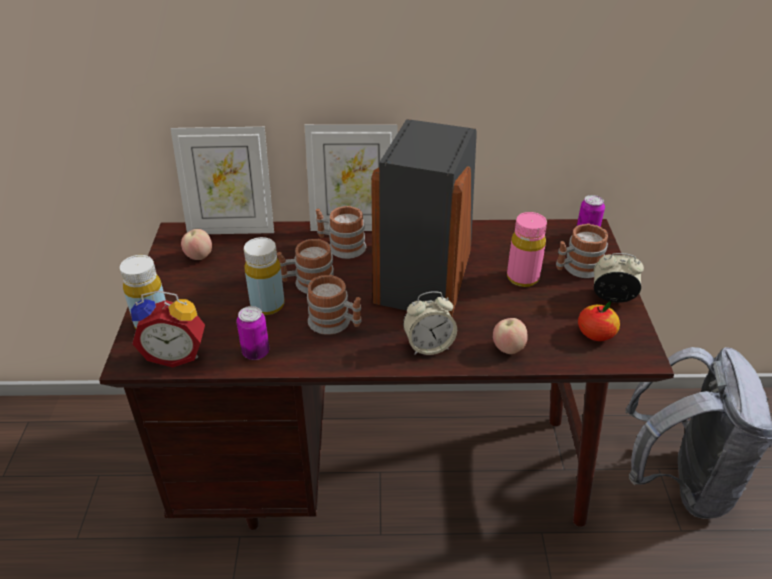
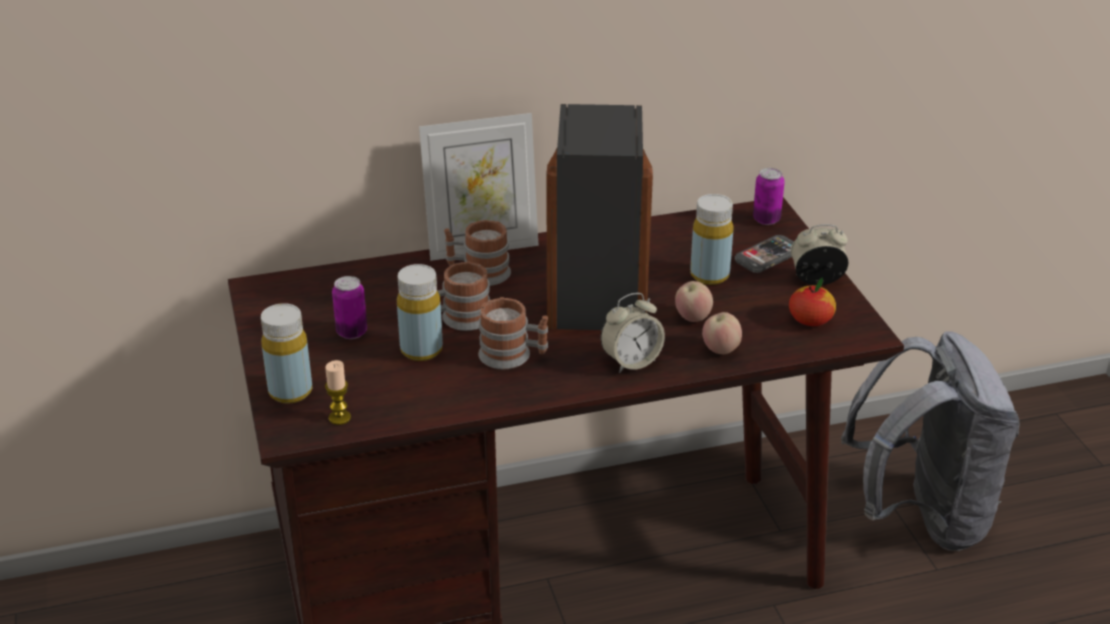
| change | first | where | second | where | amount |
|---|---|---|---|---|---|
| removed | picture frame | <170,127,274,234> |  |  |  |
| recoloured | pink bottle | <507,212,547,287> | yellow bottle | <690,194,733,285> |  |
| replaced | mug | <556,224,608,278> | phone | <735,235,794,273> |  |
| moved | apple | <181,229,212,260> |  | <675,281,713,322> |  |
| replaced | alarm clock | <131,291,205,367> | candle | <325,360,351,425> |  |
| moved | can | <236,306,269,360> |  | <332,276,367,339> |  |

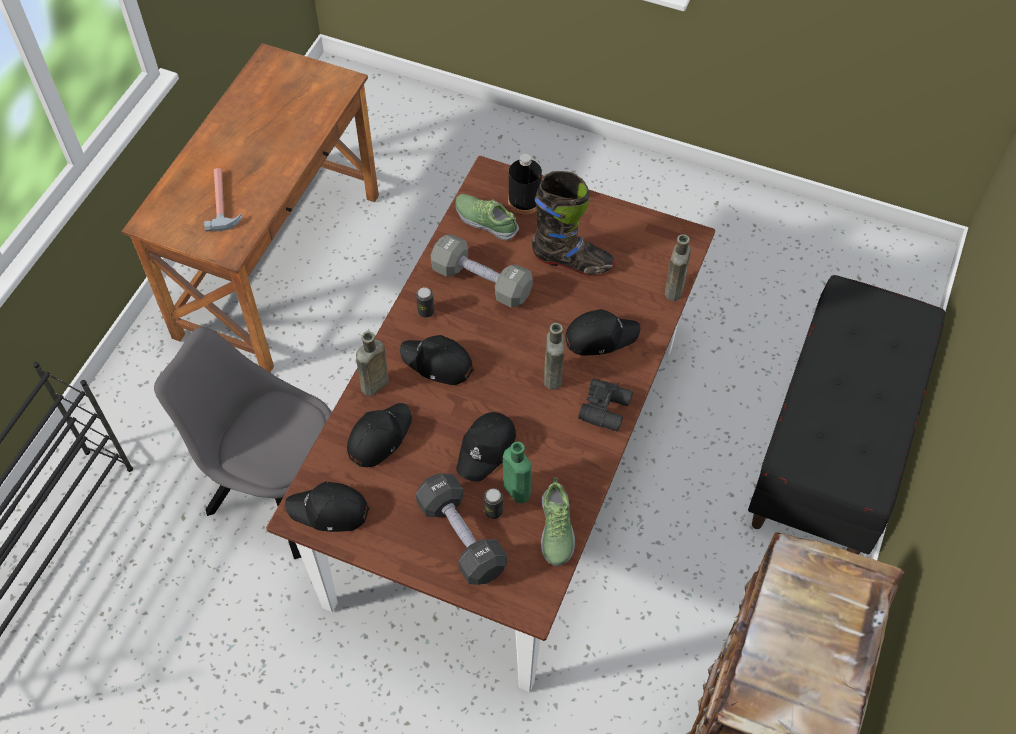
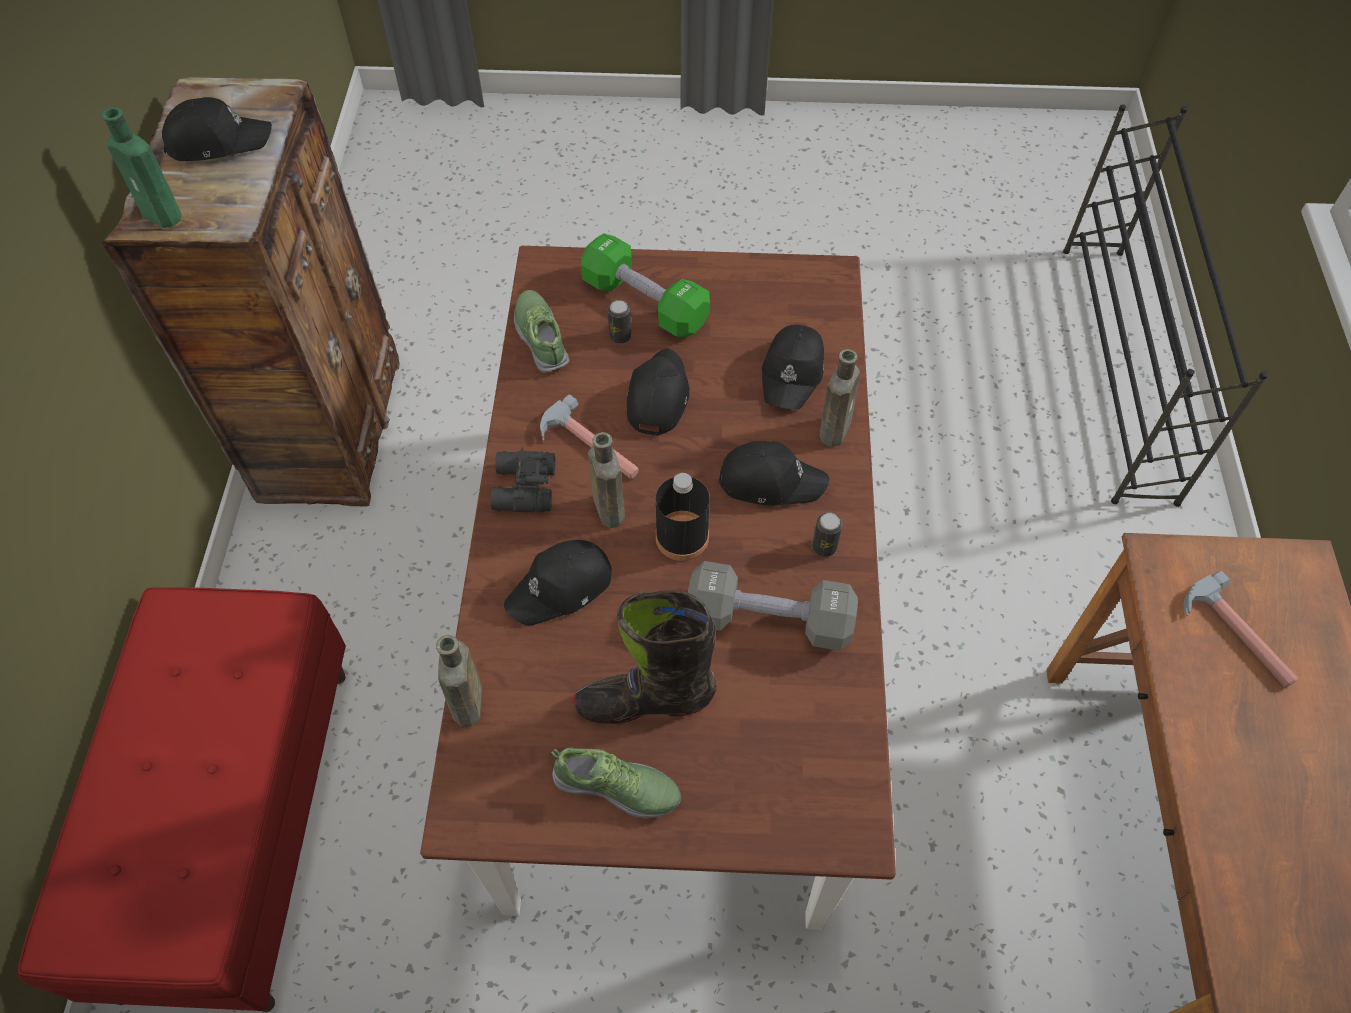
| change | first | where | second | where | amount |
|---|---|---|---|---|---|
| moved | black bottle | <508,154,542,215> |  | <656,473,709,561> |  |
| moved | shoe | <456,194,519,241> |  | <551,748,681,818> |  |
| recoloured | black bench | <748,275,945,555> | red bench | <17,587,346,1012> |  |
| removed | grey chair | <154,327,332,559> |  |  |  |
| moved | green bottle | <503,442,531,503> |  | <102,107,182,228> |  |
| recoloured | black dumbbell | <416,474,507,585> | green dumbbell | <581,233,710,338> |  |
| moved | black cap | <285,481,369,532> |  | <162,97,272,161> |  |
| added |  |  | hammer | <540,394,638,479> |  |

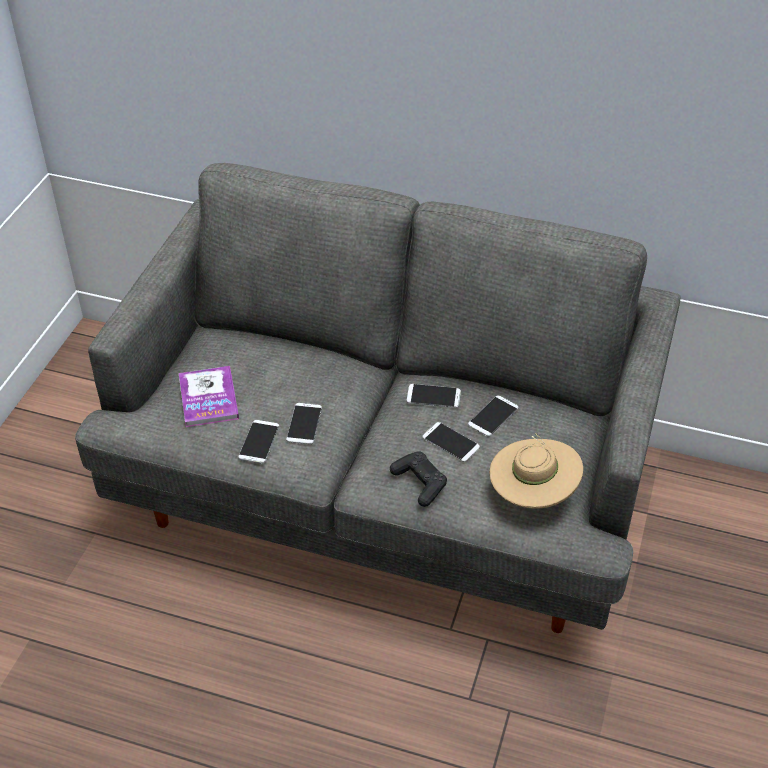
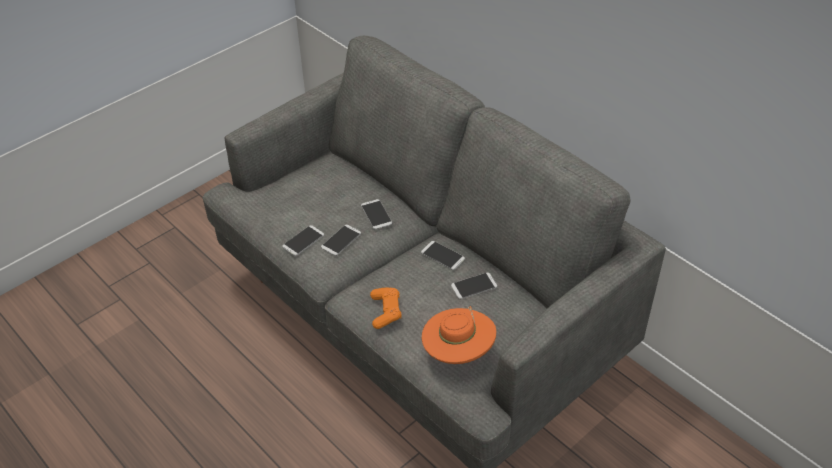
| change | first | where | second | where | amount |
|---|---|---|---|---|---|
| removed | book | <179,366,239,427> |  |  |  |
| moved | phone | <422,422,480,462> |  | <361,199,392,229> |  |
| recoloured | beige hat | <489,433,583,509> | orange hat | <422,306,496,364> |  |
| recoloured | black game controller | <390,451,447,507> | orange game controller | <370,287,401,329> |  |

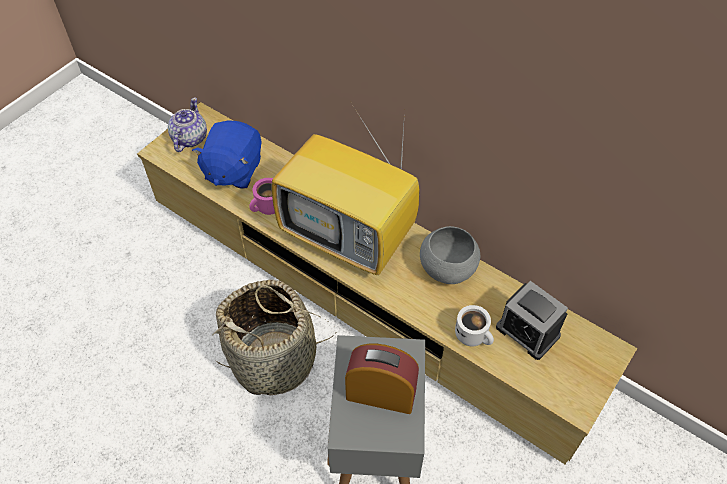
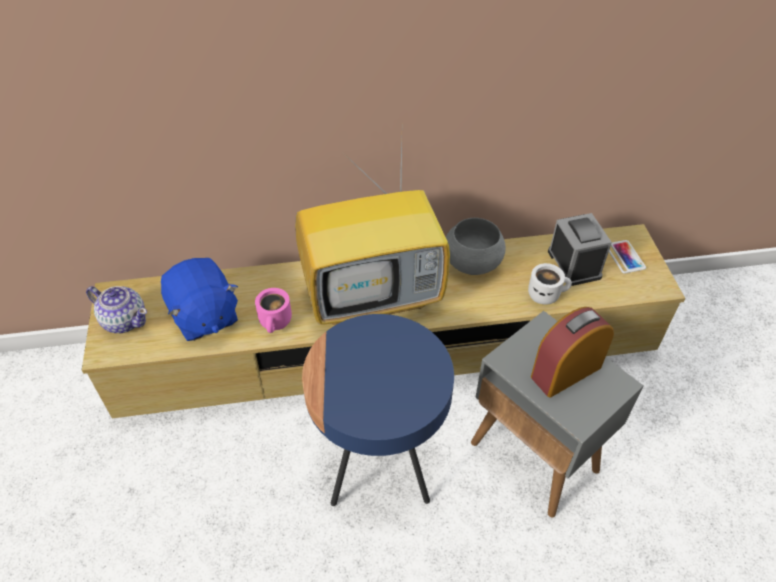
| change | first | where | second | where | amount |
|---|---|---|---|---|---|
| turned | teapot | <168,97,207,152> |  | <86,286,147,333> | 150 degrees clockwise |
| replaced | basket | <211,279,337,395> | blue side table | <302,314,454,506> |  |
| turned | alarm clock | <496,281,568,360> |  | <548,213,612,286> | 105 degrees counterclockwise |
| added |  |  | phone | <609,240,646,274> |  |

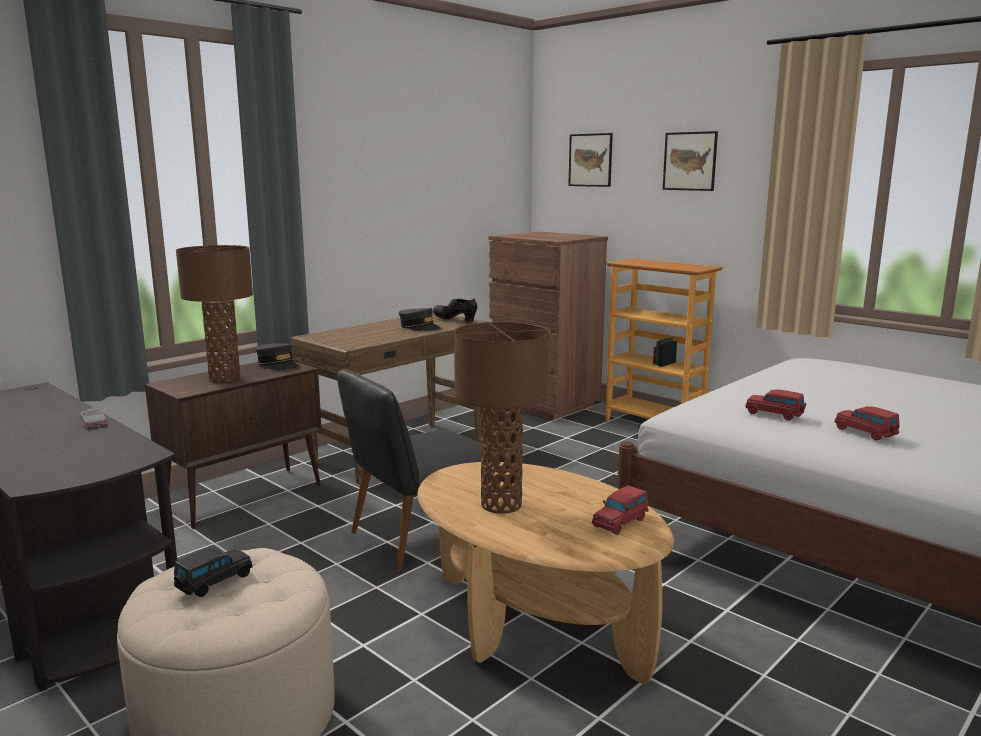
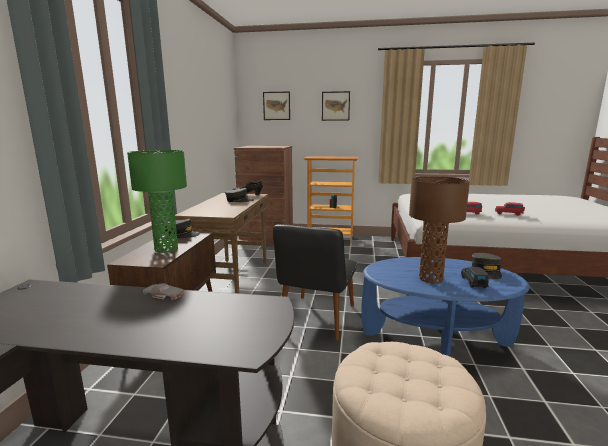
| change | first | where | second | where | amount |
|---|---|---|---|---|---|
| recoloured | brown table lamp | <176,245,253,383> | green table lamp | <127,150,187,253> |  |
| recoloured | brown coffee table | <418,462,674,684> | blue coffee table | <361,257,530,356> |  |
| replaced | red toy car | <592,486,649,535> | grey cap | <471,253,502,279> |  |
| moved | black toy car | <174,547,252,597> |  | <461,267,489,288> |  |

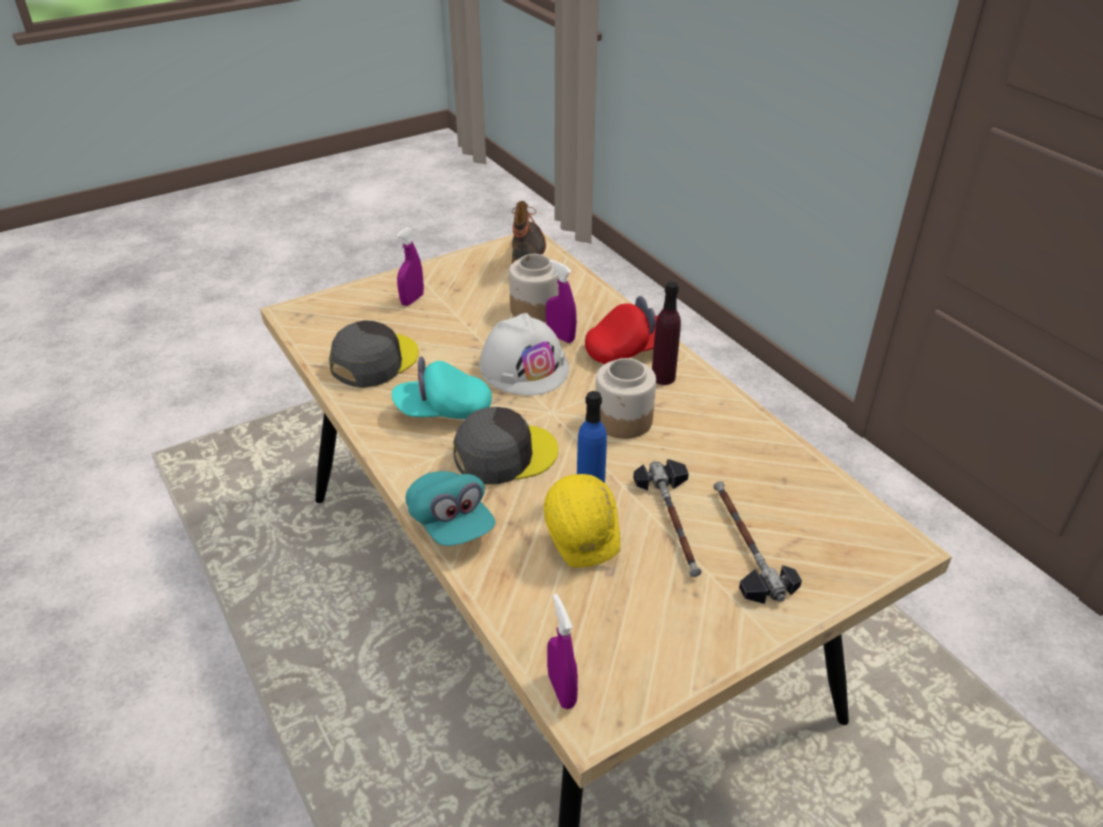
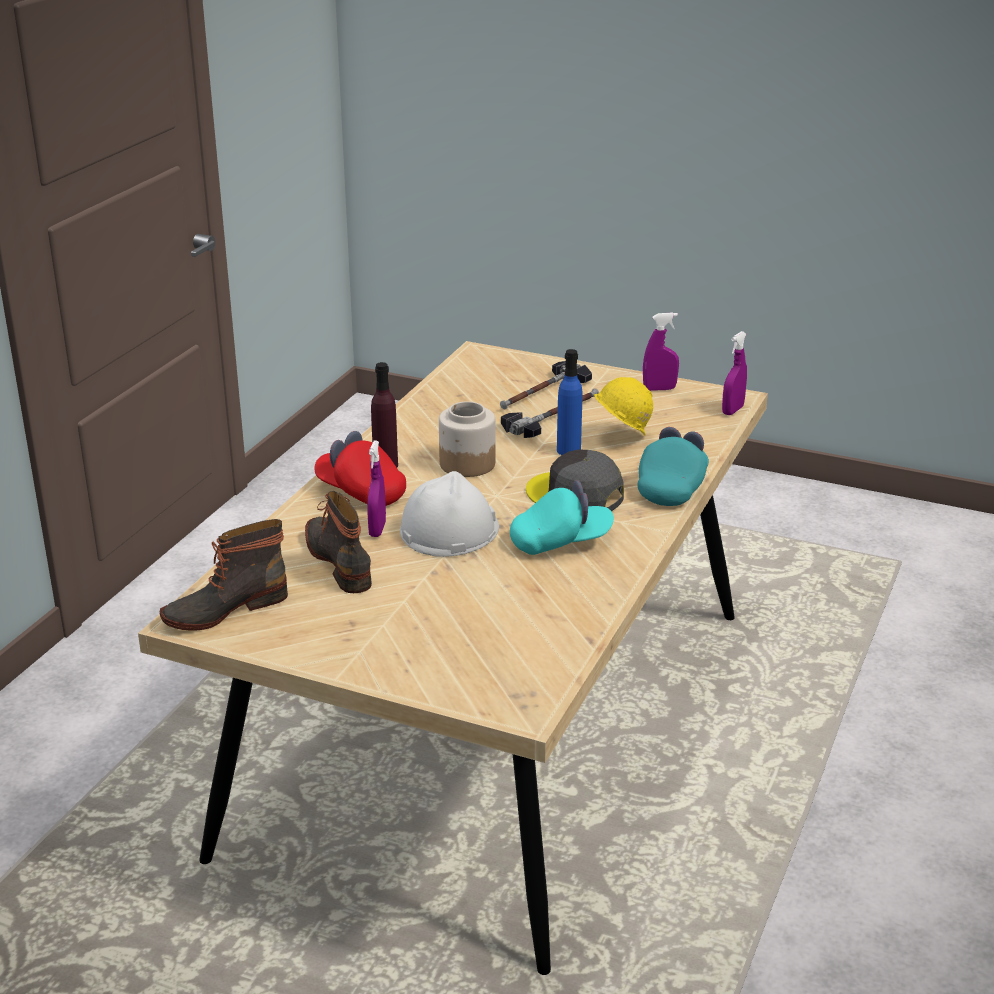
| change | first | where | second | where | amount |
|---|---|---|---|---|---|
| moved | purple spray bottle | <395,227,424,306> |  | <643,312,679,391> |  |
| replaced | jar | <509,254,559,322> | boot | <305,491,372,593> |  |
| removed | grey cap | <329,320,419,388> |  |  |  |
| turned | turquoise cap | <392,357,492,419> |  | <510,480,614,555> | 60 degrees counterclockwise |

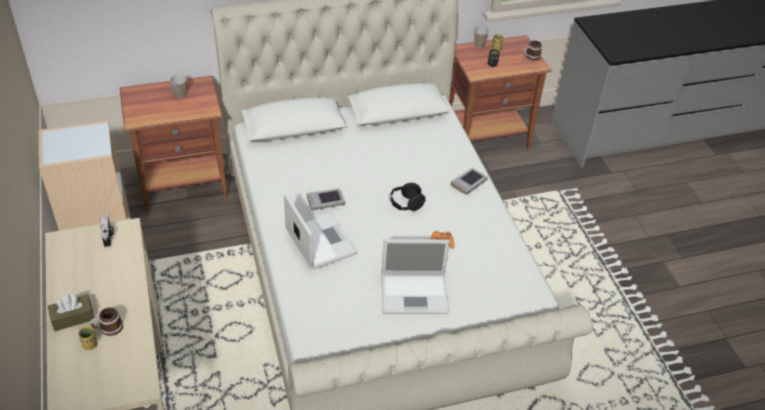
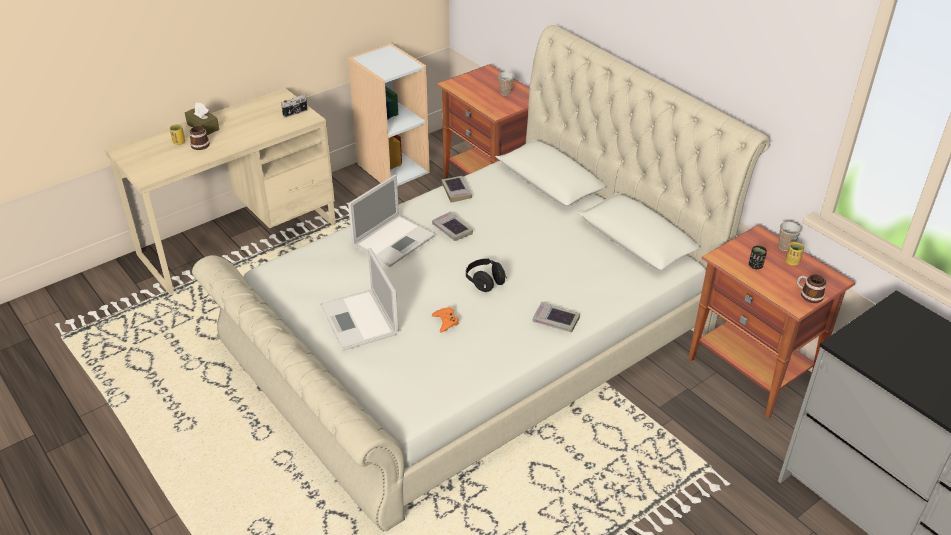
| change | first | where | second | where | amount |
|---|---|---|---|---|---|
| added |  |  | book | <441,176,472,202> |  |

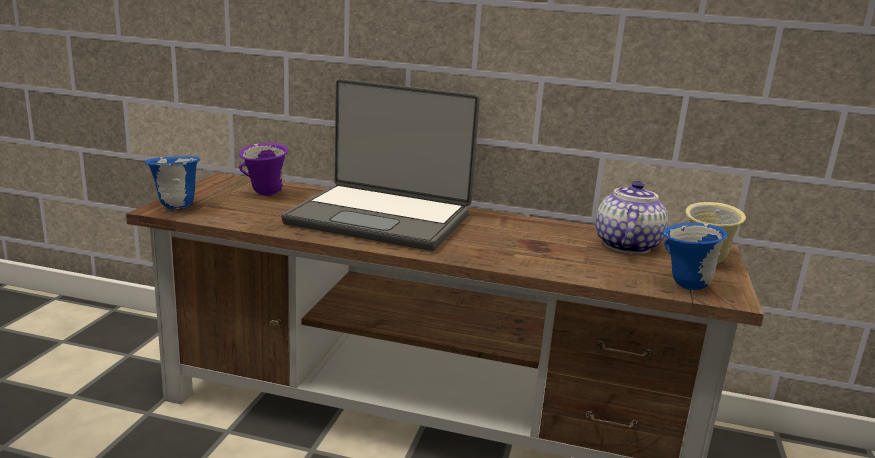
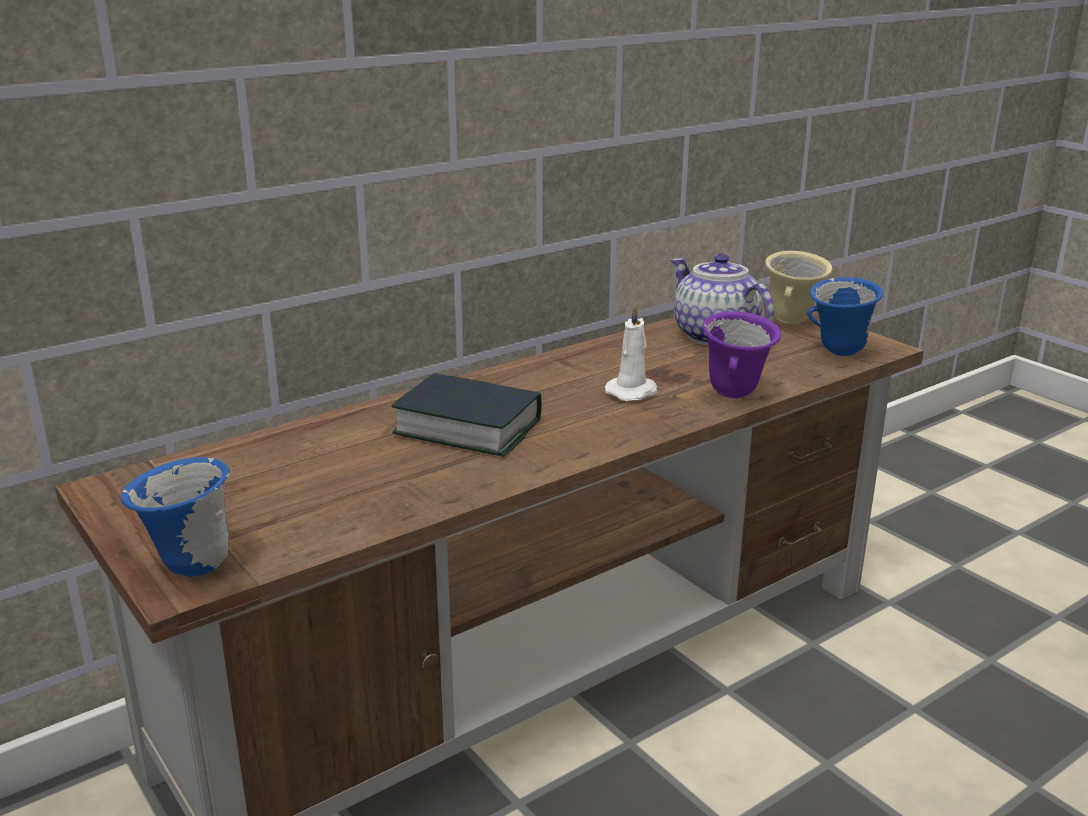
| change | first | where | second | where | amount |
|---|---|---|---|---|---|
| replaced | laptop | <282,79,480,251> | book | <391,373,542,457> |  |
| moved | purple mug | <239,143,289,196> |  | <702,311,781,398> |  |
| added |  |  | white candle | <605,302,658,401> |  |

